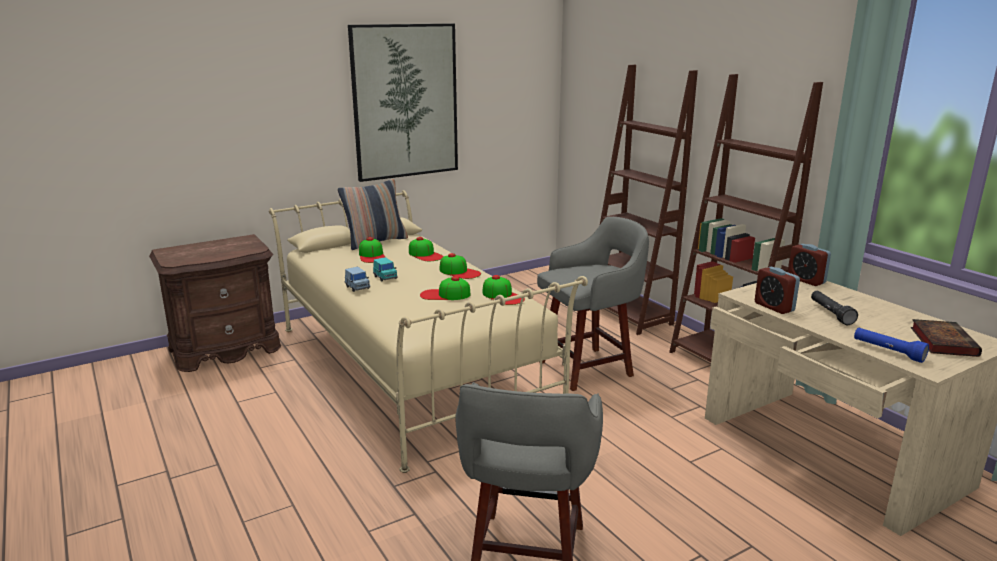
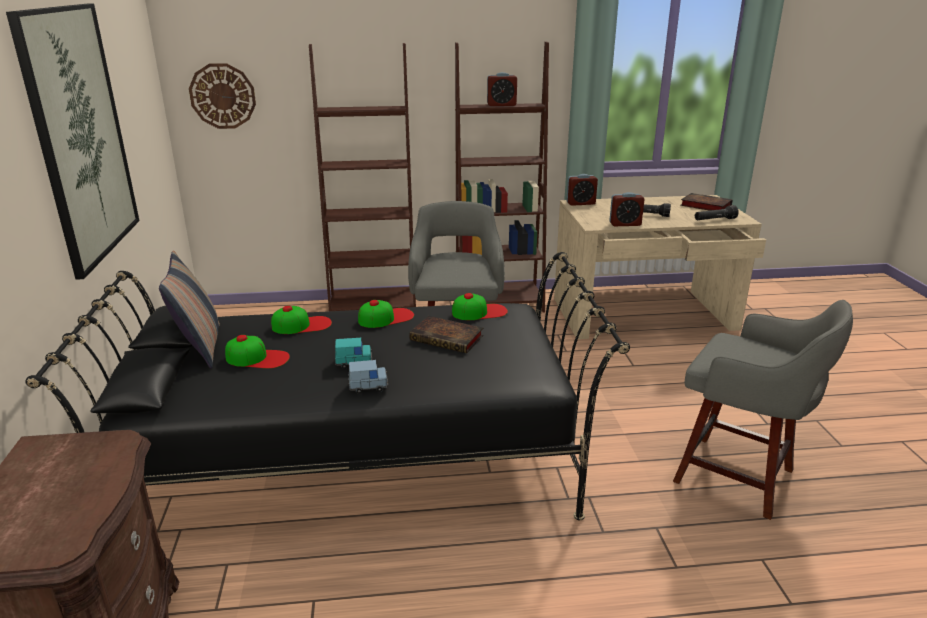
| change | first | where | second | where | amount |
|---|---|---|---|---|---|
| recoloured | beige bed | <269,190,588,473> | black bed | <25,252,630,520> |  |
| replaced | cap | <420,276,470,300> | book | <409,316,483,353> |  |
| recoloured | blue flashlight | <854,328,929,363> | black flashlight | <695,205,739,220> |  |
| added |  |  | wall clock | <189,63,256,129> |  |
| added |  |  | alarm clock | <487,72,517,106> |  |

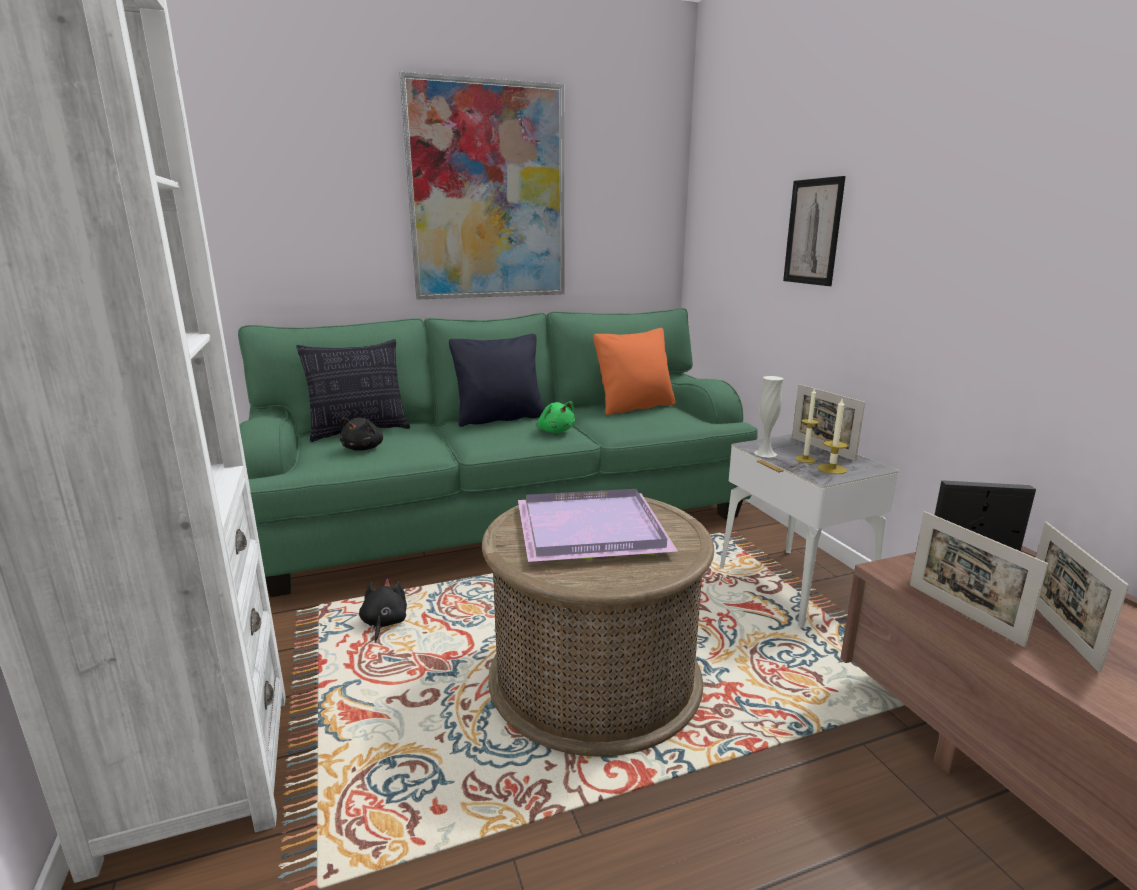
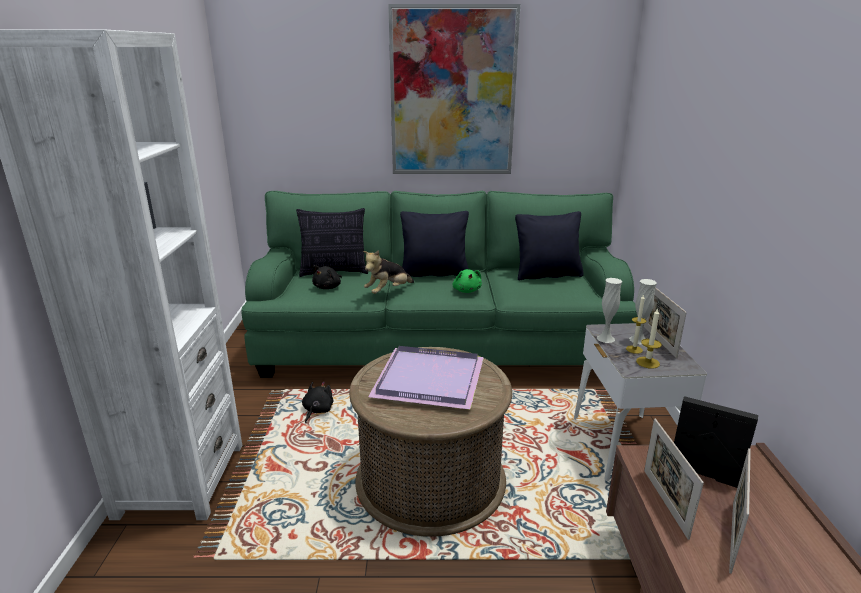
| change | first | where | second | where | amount |
|---|---|---|---|---|---|
| removed | picture | <783,176,846,286> |  |  |  |
| recoloured | orange pillow | <593,328,676,416> | black pillow | <515,211,584,280> |  |
| added |  |  | plush toy | <363,250,414,294> |  |
| added |  |  | white vase | <629,279,657,344> |  |

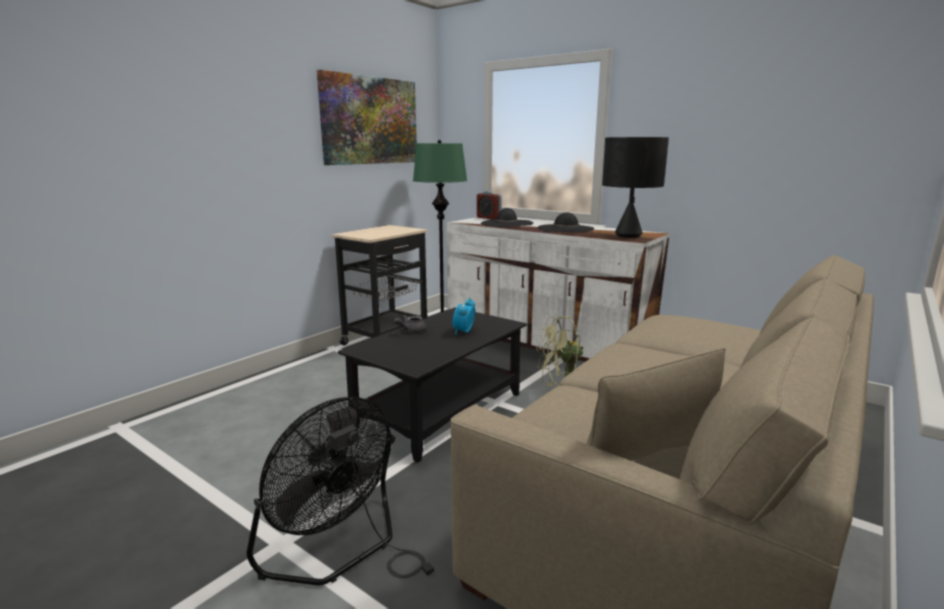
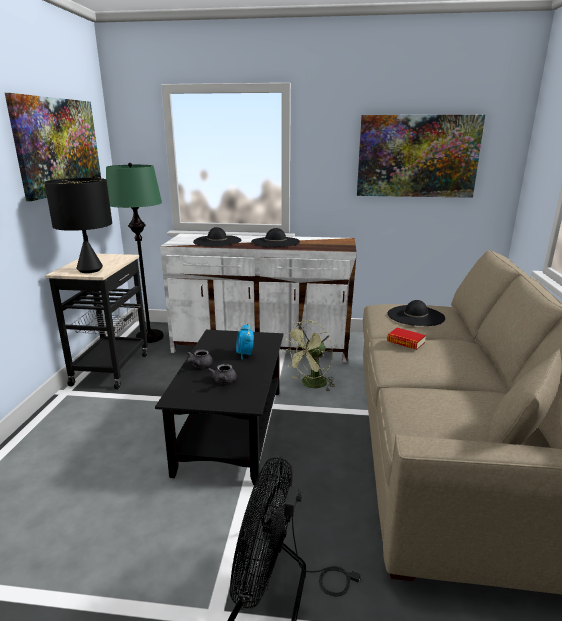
| change | first | where | second | where | amount |
|---|---|---|---|---|---|
| moved | black table lamp | <602,137,669,238> |  | <44,178,112,273> |  |
| removed | alarm clock | <477,191,502,219> |  |  |  |
| added |  |  | picture | <357,115,485,198> |  |
| added |  |  | black hat | <388,300,445,326> |  |
| added |  |  | book | <387,328,426,350> |  |
| added |  |  | grey teapot | <207,364,237,384> |  |

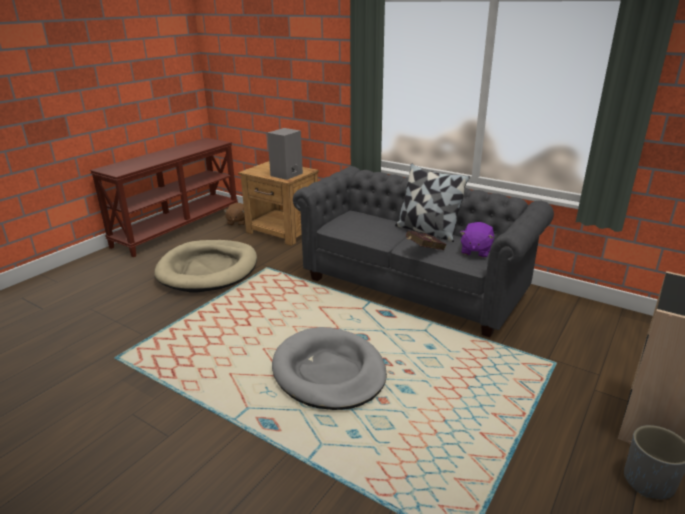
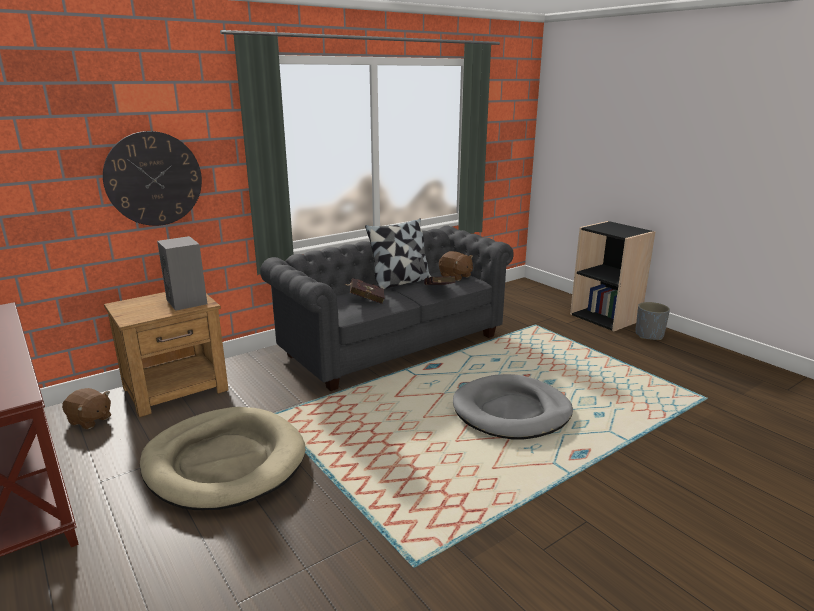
| change | first | where | second | where | amount |
|---|---|---|---|---|---|
| recoloured | purple plush toy | <460,222,494,258> | brown plush toy | <439,251,473,281> |  |
| added |  |  | wall clock | <103,131,202,226> |  |
| added |  |  | red book | <345,278,385,304> |  |

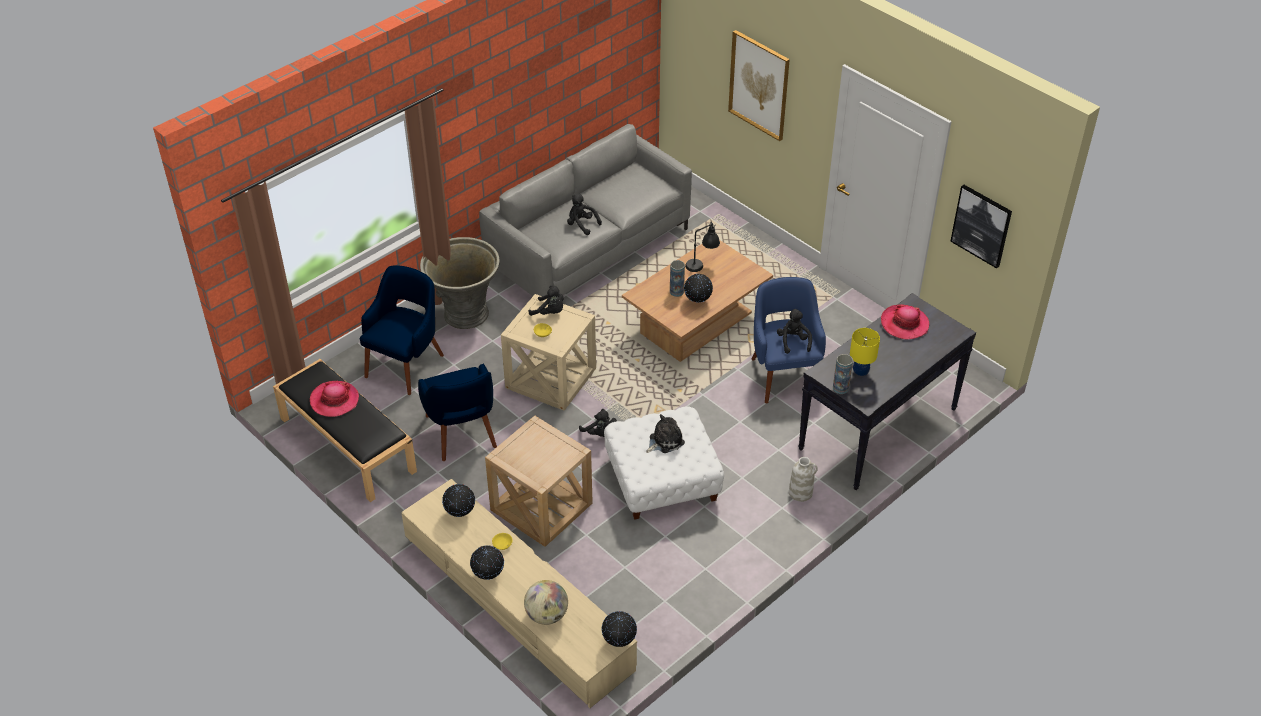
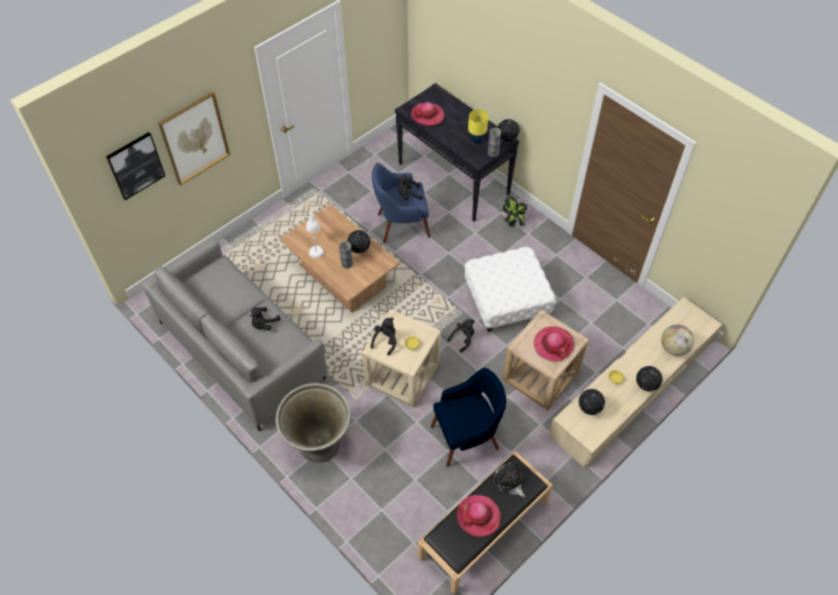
| change | first | where | second | where | amount |
|---|---|---|---|---|---|
| moved | picture | <950,185,1012,269> |  | <106,132,165,200> |  |
| recoloured | black table lamp | <685,222,720,272> | white table lamp | <306,213,324,258> |  |
| removed | blue armchair | <360,265,444,395> |  |  |  |
| moved | plush toy | <646,414,685,453> |  | <493,461,525,497> |  |
| replaced | white vase | <789,457,818,502> | potted plant | <503,197,527,227> |  |
| moved | globe | <602,611,637,647> |  | <498,119,519,142> |  |
| added |  |  | hat | <534,326,574,362> |  |

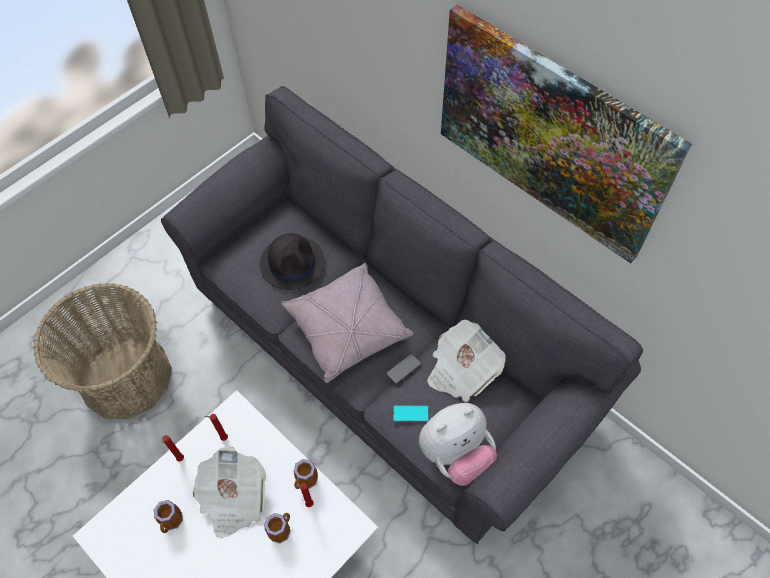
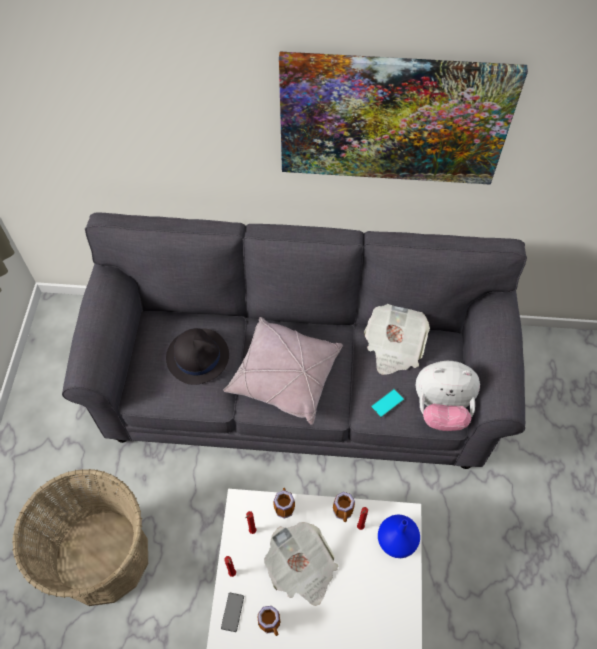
| change | first | where | second | where | amount |
|---|---|---|---|---|---|
| moved | phone | <386,353,422,384> |  | <221,593,244,632> |  |
| turned | plush toy | <419,403,497,486> |  | <416,361,480,431> | 75 degrees clockwise |
| moved | mug | <264,513,291,544> |  | <273,488,295,519> |  |
| added |  |  | blue vase | <378,514,420,558> |  |

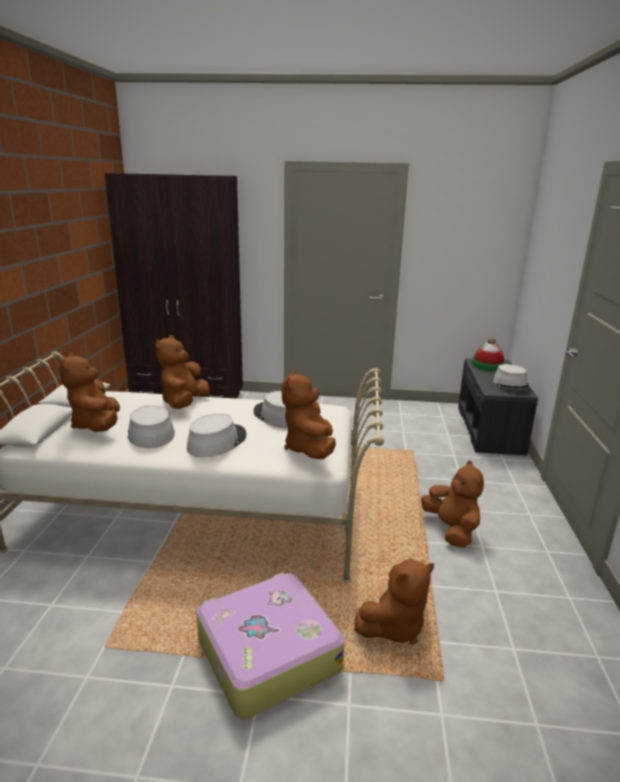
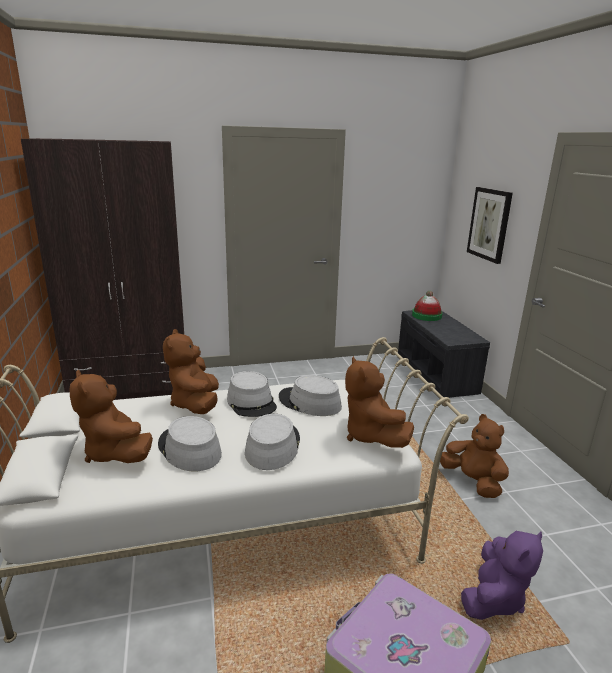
| change | first | where | second | where | amount |
|---|---|---|---|---|---|
| moved | grey hat | <493,364,532,392> |  | <227,371,277,417> |  |
| recoloured | brown plush toy | <354,559,434,645> | purple plush toy | <461,531,543,620> |  |
| added |  |  | picture | <467,187,513,264> |  |

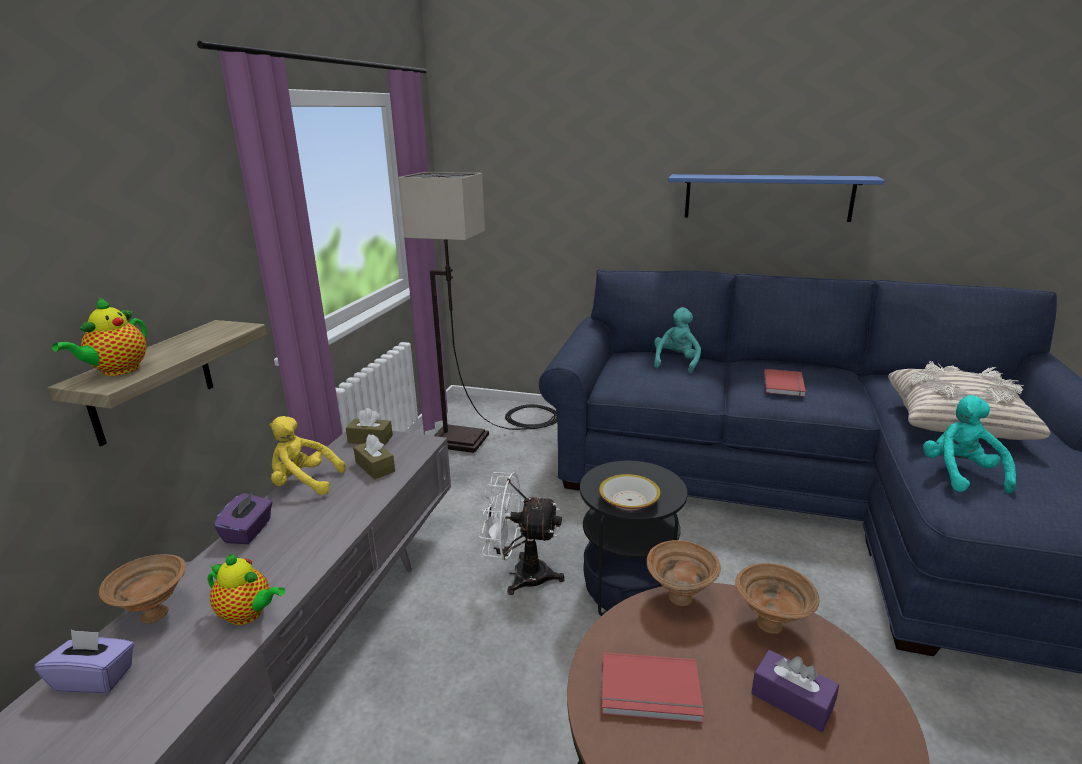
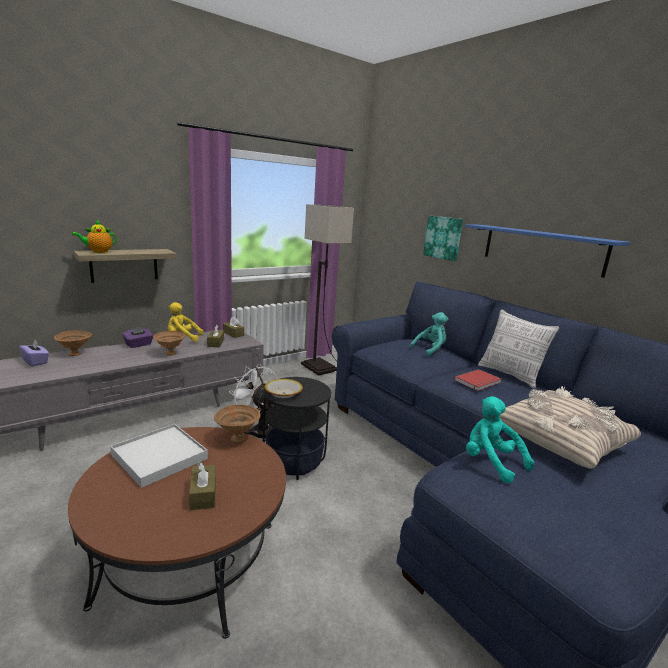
| change | first | where | second | where | amount |
|---|---|---|---|---|---|
| turned | turquoise plush toy | <923,395,1016,493> |  | <466,396,534,484> | 75 degrees counterclockwise |
| turned | yellow plush toy | <270,416,346,495> |  | <168,302,204,342> | 45 degrees counterclockwise |
| removed | teapot | <208,554,285,625> |  |  |  |
| moved | brown bowl | <735,563,820,634> |  | <153,331,186,355> |  |
| recoloured | purple tissue box | <751,650,839,732> | brown tissue box | <189,462,216,510> |  |
| replaced | red book | <602,652,704,723> | white tray | <110,424,208,488> |  |
| added |  |  | picture | <423,216,463,261> |  |
| added |  |  | pillow | <478,309,559,389> |  |

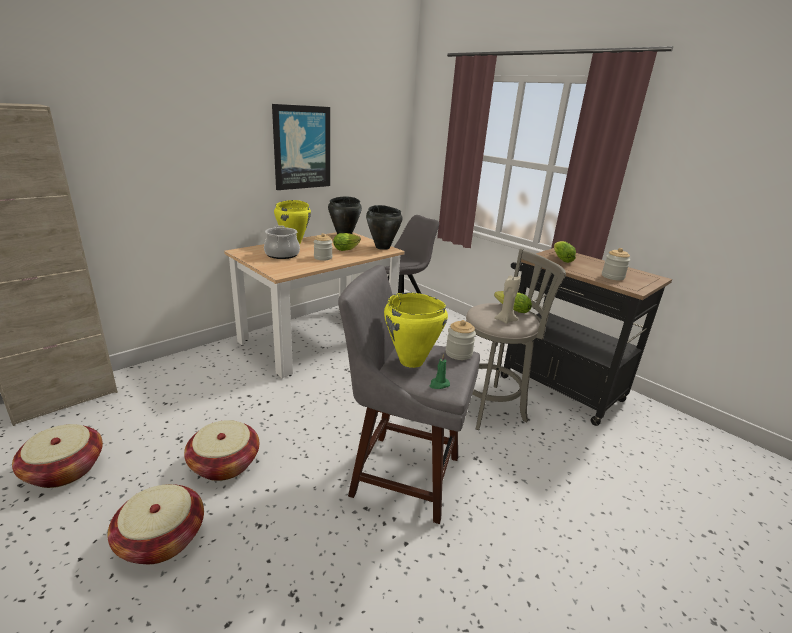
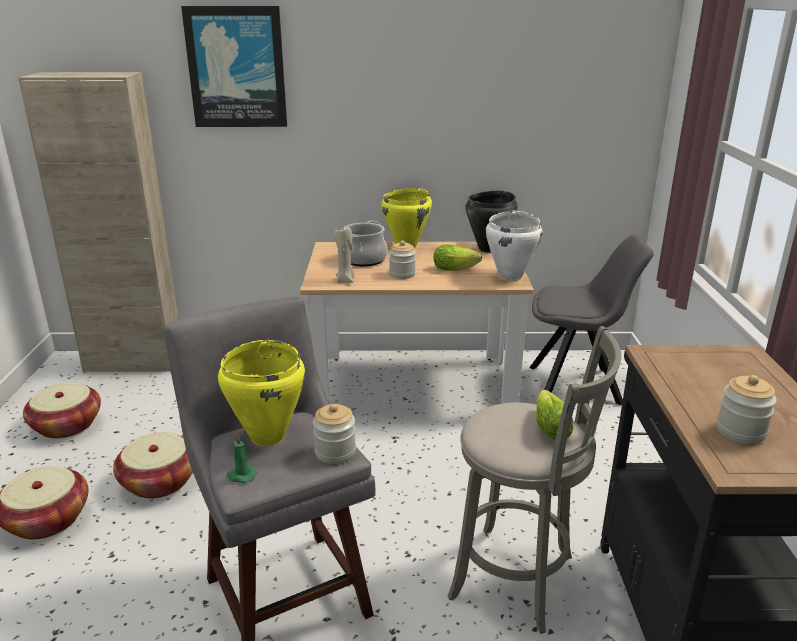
| change | first | where | second | where | amount |
|---|---|---|---|---|---|
| moved | picture | <272,104,330,190> |  | <181,6,287,127> |  |
| recoloured | black cooking pot | <366,205,403,250> | white cooking pot | <486,211,542,281> |  |
| removed | lettuce | <554,241,576,263> |  |  |  |
| moved | beige candle | <494,275,521,324> |  | <335,227,354,283> |  |

